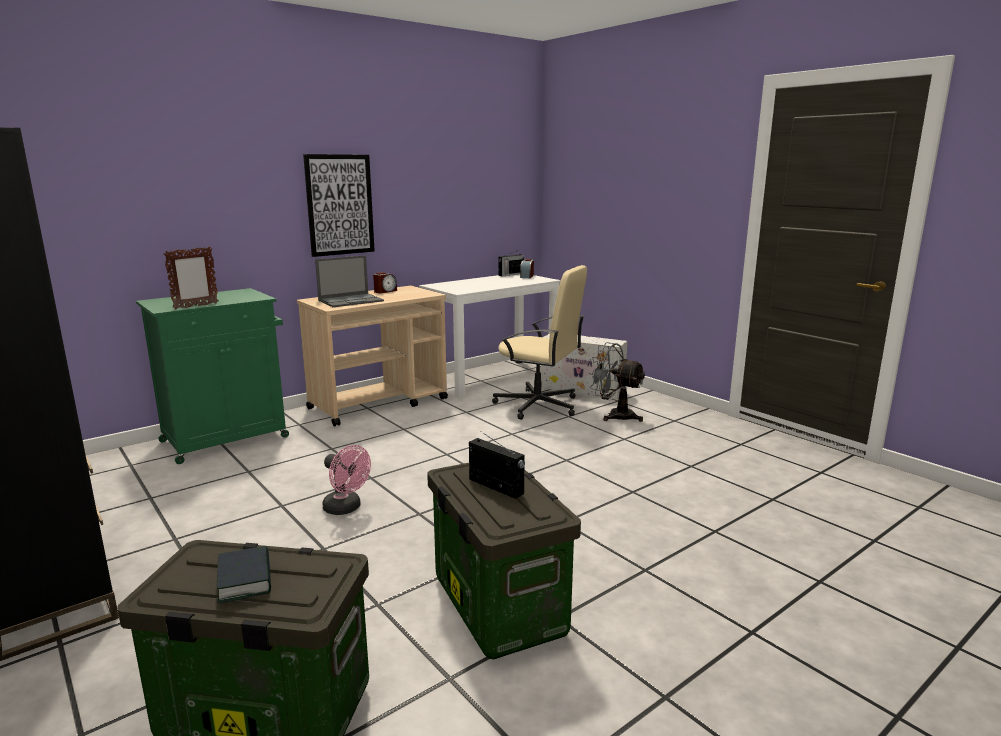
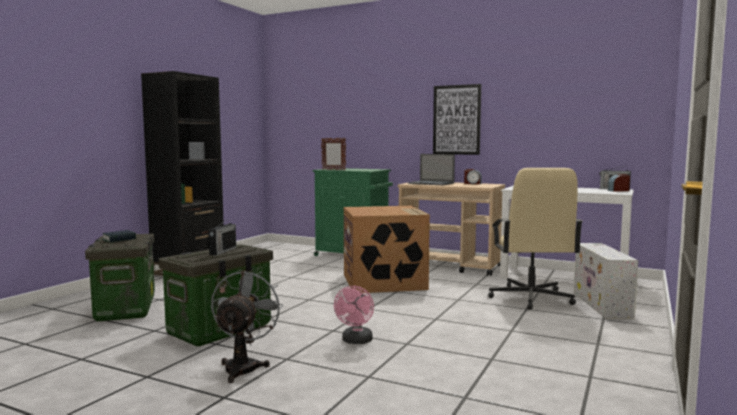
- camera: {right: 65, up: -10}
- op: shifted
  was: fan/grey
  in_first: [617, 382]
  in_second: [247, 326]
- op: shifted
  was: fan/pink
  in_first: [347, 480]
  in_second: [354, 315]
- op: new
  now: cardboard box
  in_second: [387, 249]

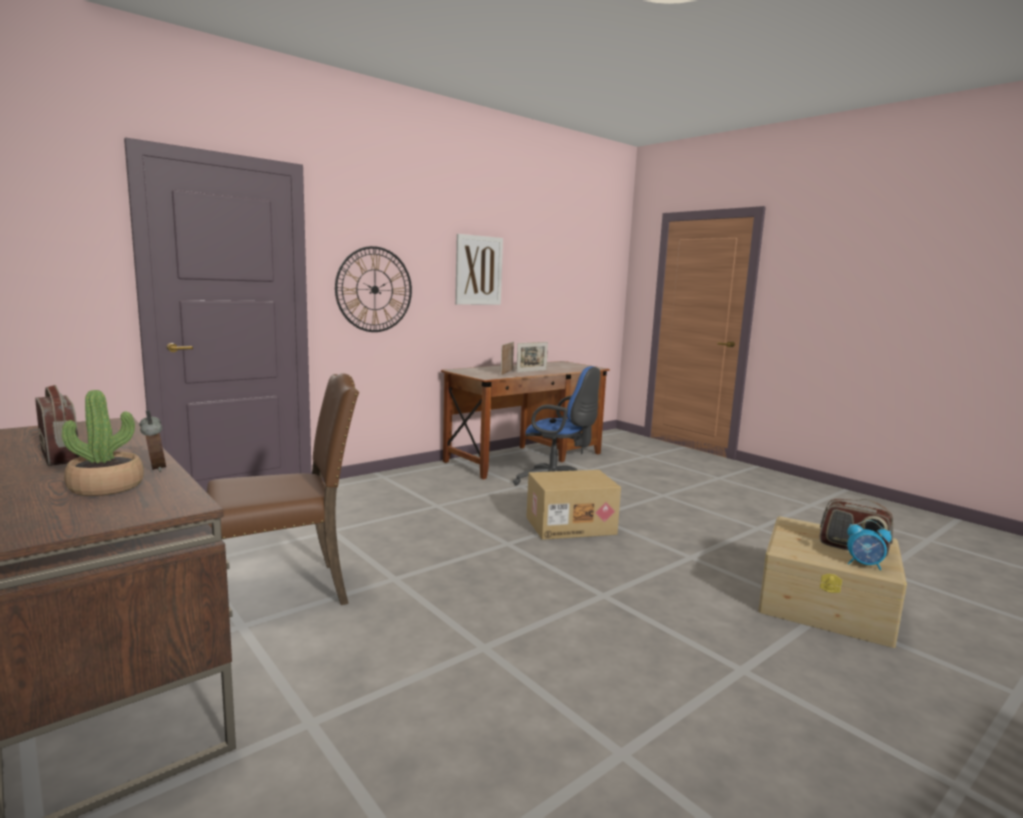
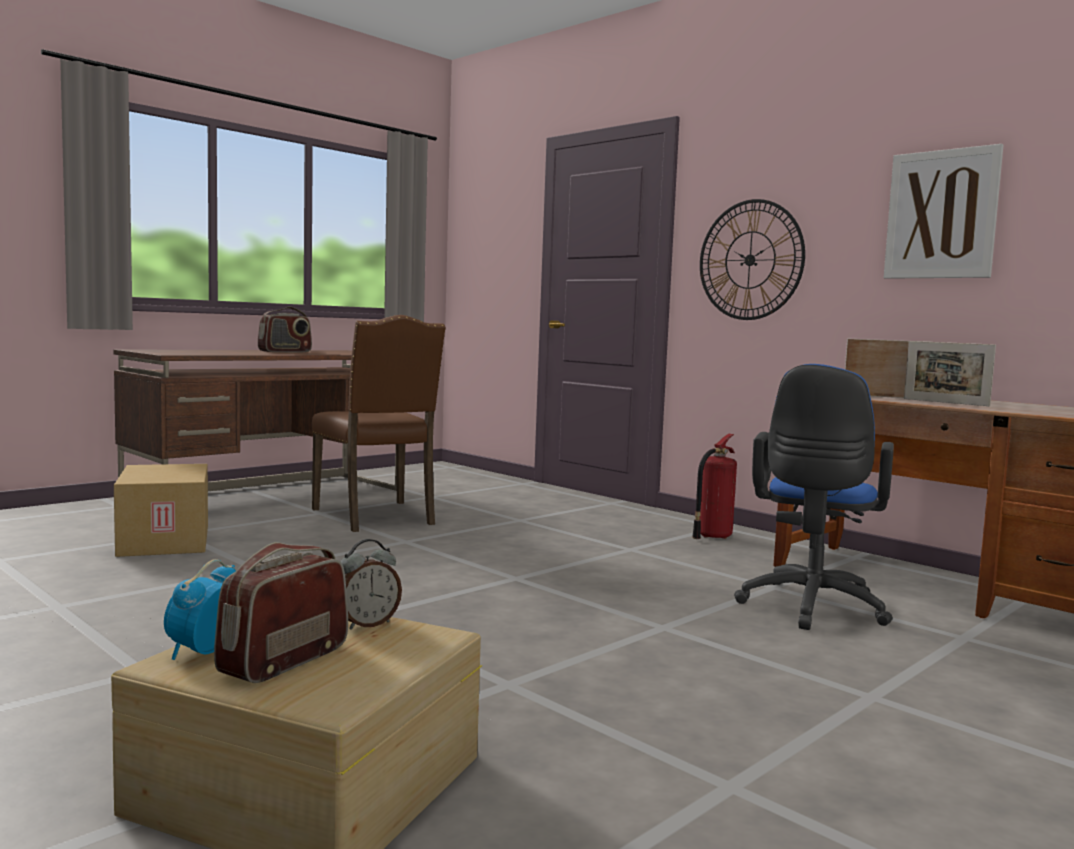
- camera: {right: 85, up: -5}
- op: shifted
  was: cardboard box
  in_first: [573, 505]
  in_second: [161, 510]
- op: shifted
  was: alarm clock
  in_first: [153, 441]
  in_second: [371, 584]
- op: new
  now: fire extinguisher
  in_second: [714, 486]
- op: gone
  was: potted plant
  in_first: [103, 443]

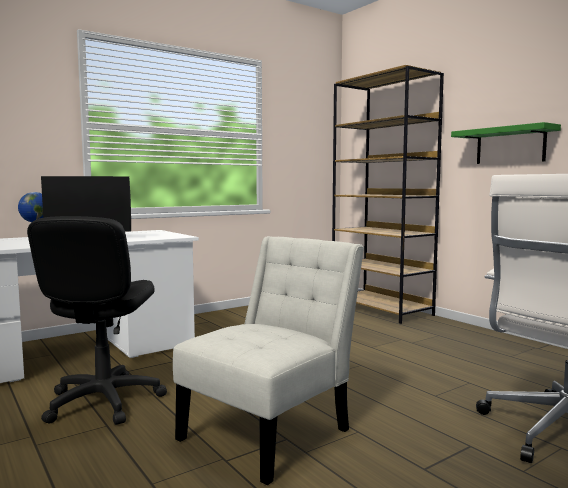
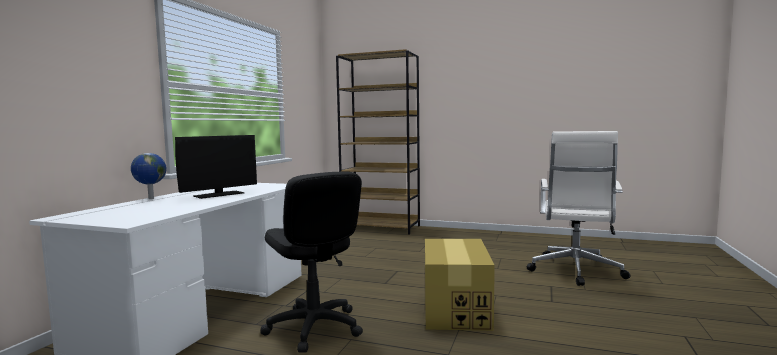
- camera: {right: -35, up: 0}
- op: swapped
  was: chair/white
  now: cardboard box
  in_first: [268, 360]
  in_second: [460, 285]
- op: gone
  was: shelf/green
  in_first: [506, 143]

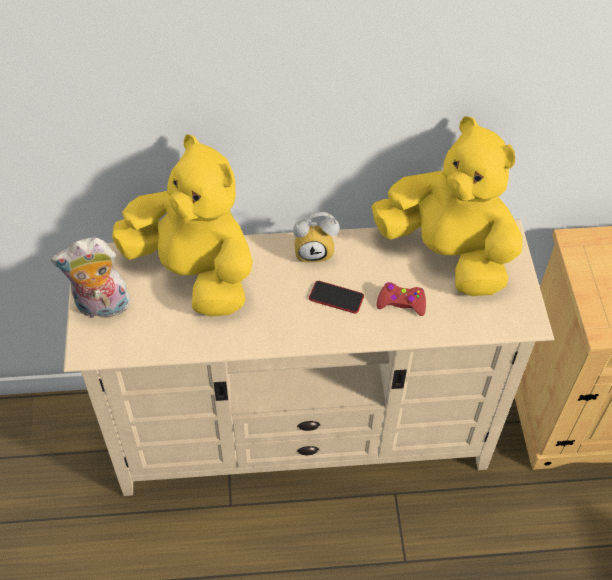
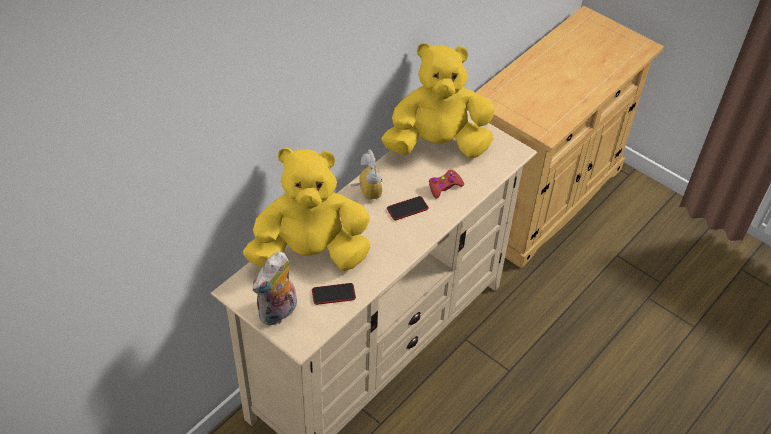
- camera: {right: -45, up: -5}
- op: new
  now: phone
  in_second: [334, 294]
- op: rotated
  was: alarm clock
  in_first: [316, 237]
  in_second: [366, 174]
  clockwise: -60

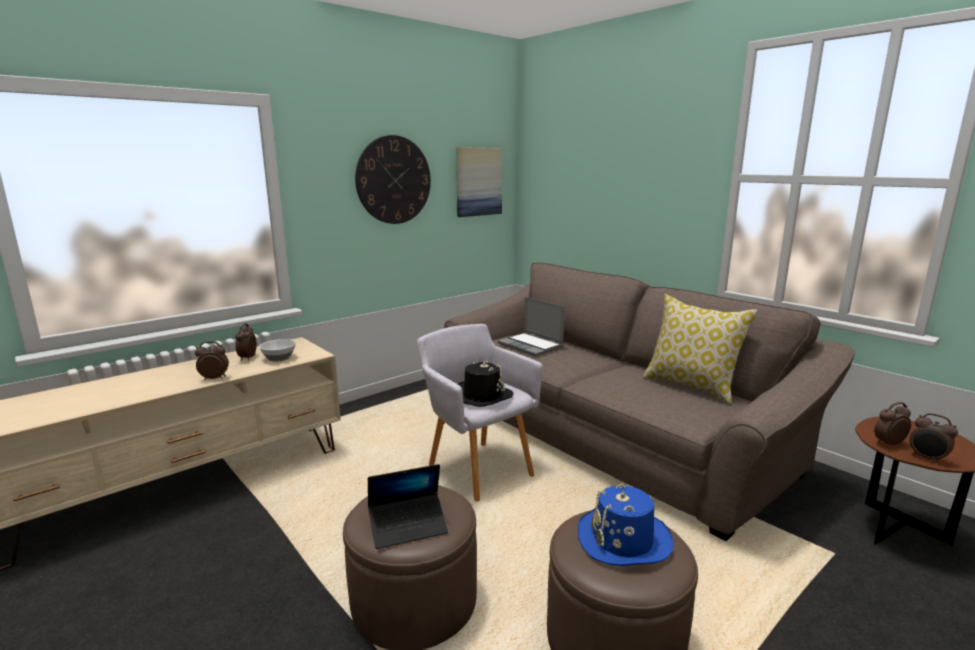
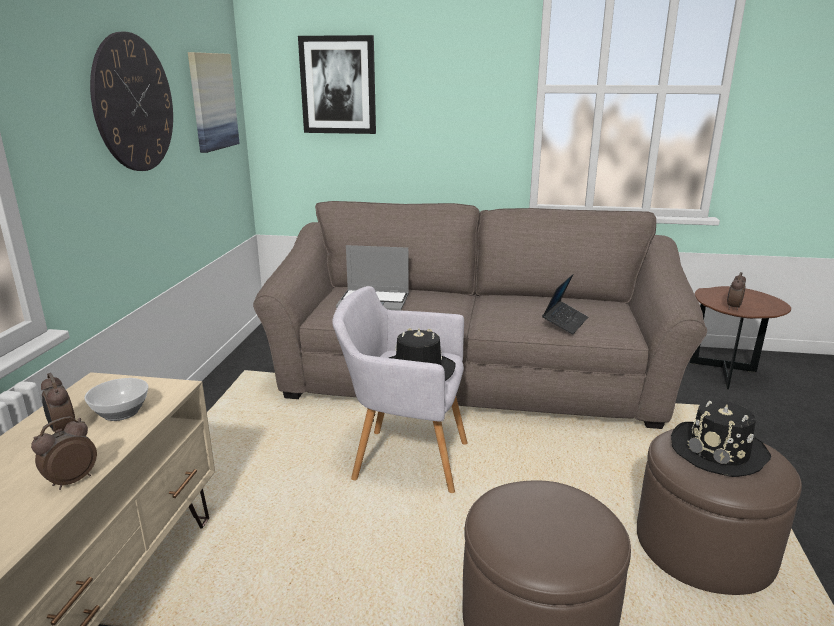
- camera: {right: -40, up: 5}
- op: new
  now: picture
  in_second: [337, 84]
- op: shifted
  was: laptop
  in_first: [408, 506]
  in_second: [565, 304]
- op: repainted
  was: hat/blue
  now: hat/black
  in_first: [626, 525]
  in_second: [721, 438]
- op: gone
  was: pillow
  in_first: [700, 349]
- op: gone
  was: alarm clock
  in_first: [933, 438]

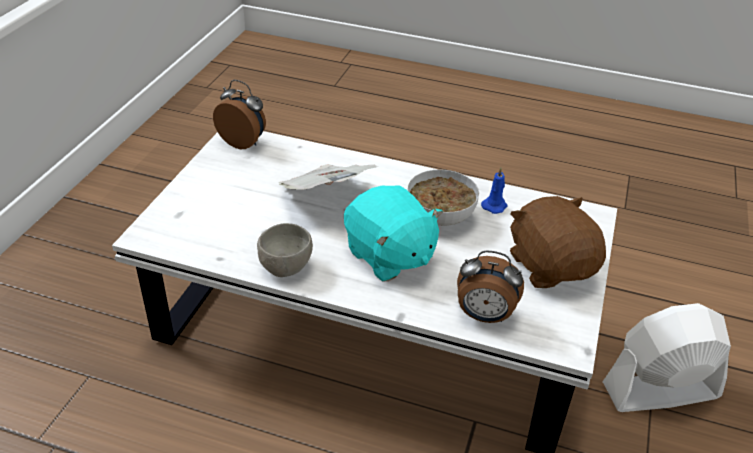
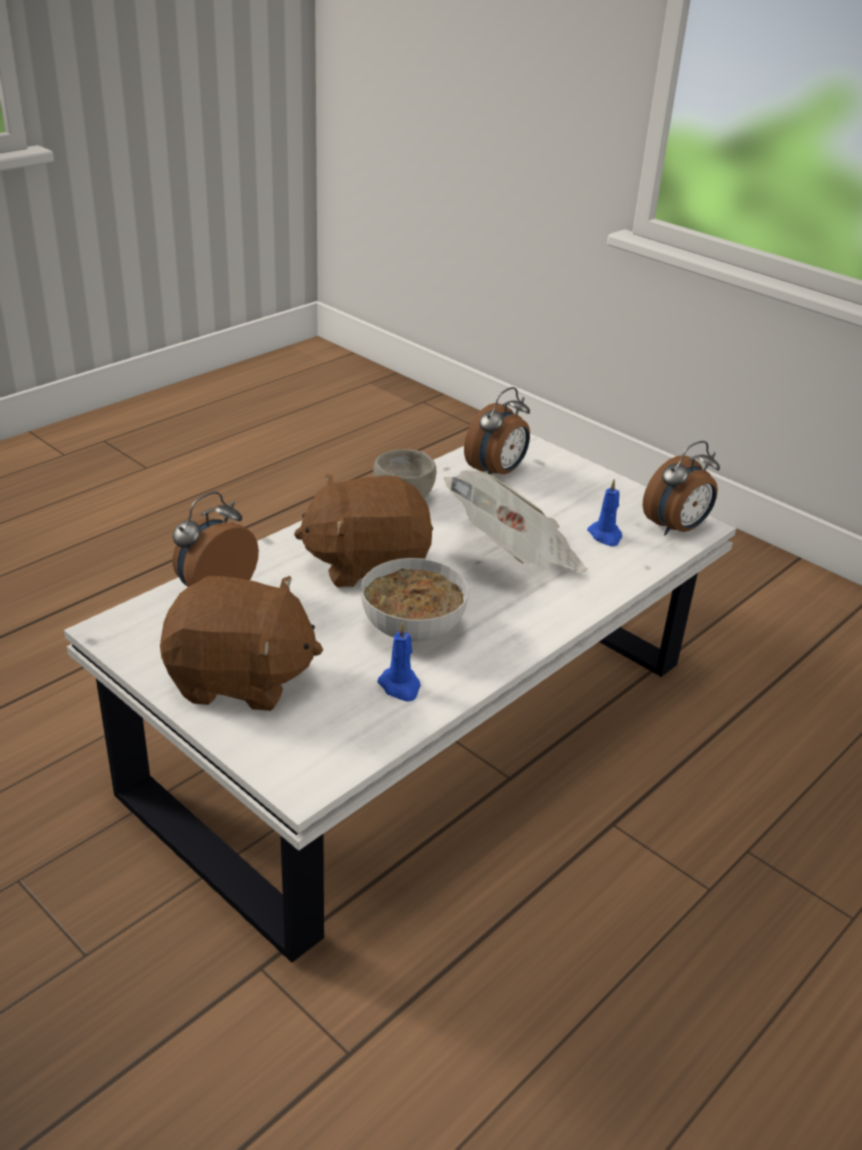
- camera: {right: 115, up: -5}
- op: repainted
  was: plush toy/turquoise
  now: plush toy/brown
  in_first: [393, 233]
  in_second: [363, 531]
- op: new
  now: alarm clock
  in_second: [497, 430]
- op: new
  now: candle/blue
  in_second: [604, 512]
- op: gone
  was: fan/white
  in_first: [666, 357]

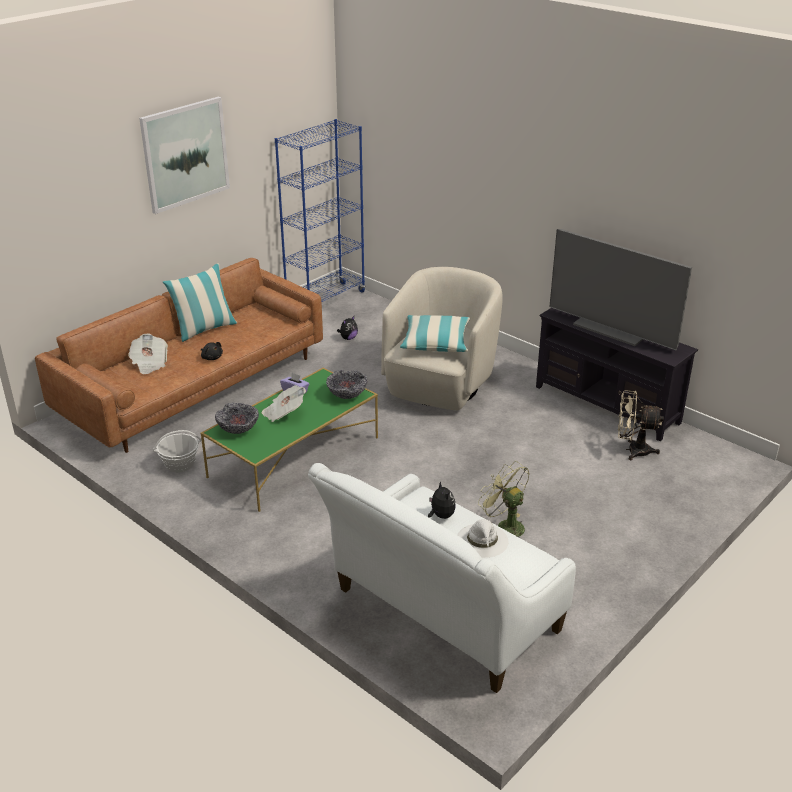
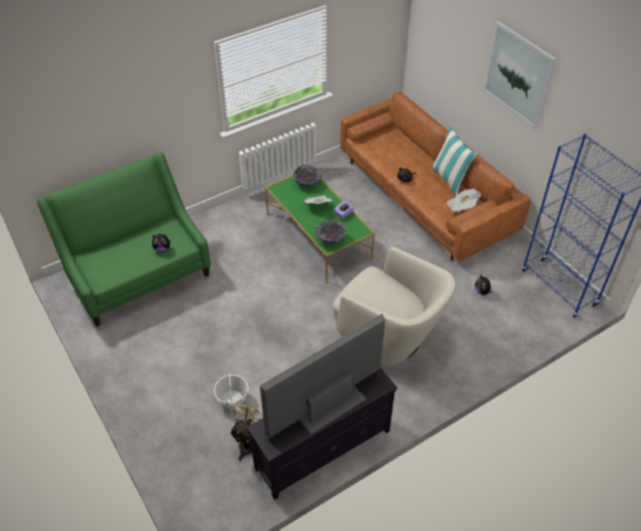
- camera: {right: 105, up: 15}
- op: repainted
  was: sofa/white
  now: sofa/green
  in_first: [442, 578]
  in_second: [124, 240]
- op: shifted
  was: basket
  in_first: [177, 451]
  in_second: [231, 390]
- op: shifted
  was: newspaper
  in_first: [148, 353]
  in_second: [464, 200]
- op: gone
  was: pillow
  in_first: [435, 333]
- op: gone
  was: hat/white
  in_first: [483, 538]
- op: gone
  was: fan/green
  in_first: [504, 499]

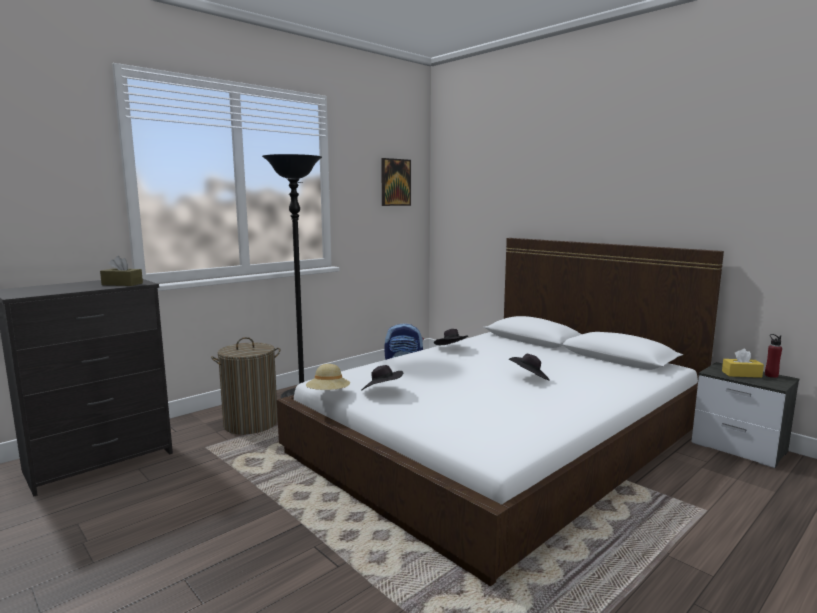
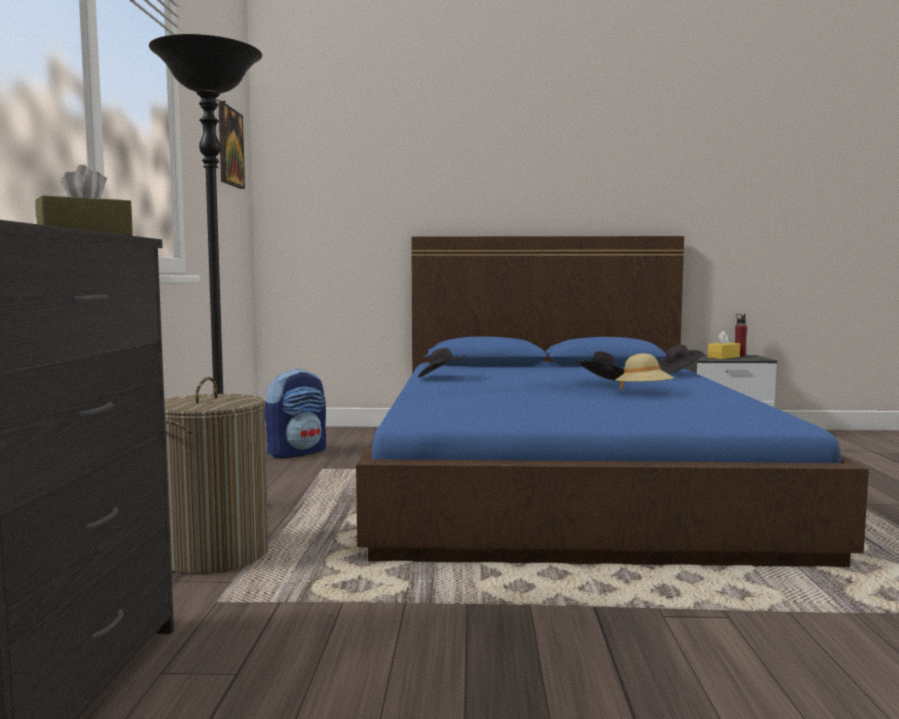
- camera: {right: -45, up: -5}
- op: repainted
  was: bed/white
  now: bed/blue
  in_first: [500, 412]
  in_second: [612, 401]
- op: shifted
  was: hat/beige
  in_first: [328, 377]
  in_second: [644, 371]
- op: shifted
  was: hat/black
  in_first: [382, 378]
  in_second: [681, 359]

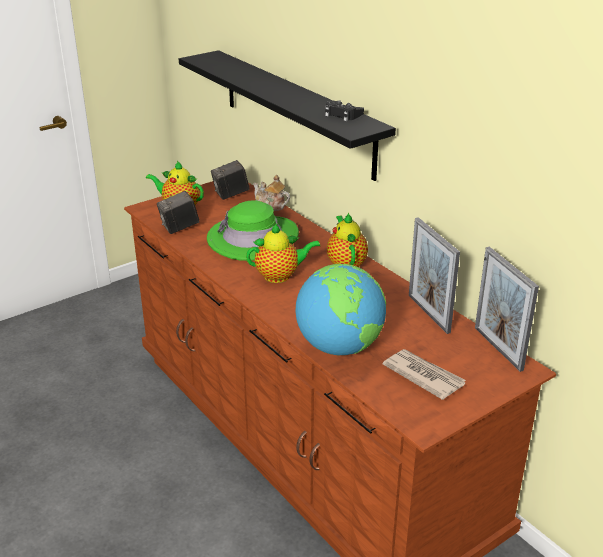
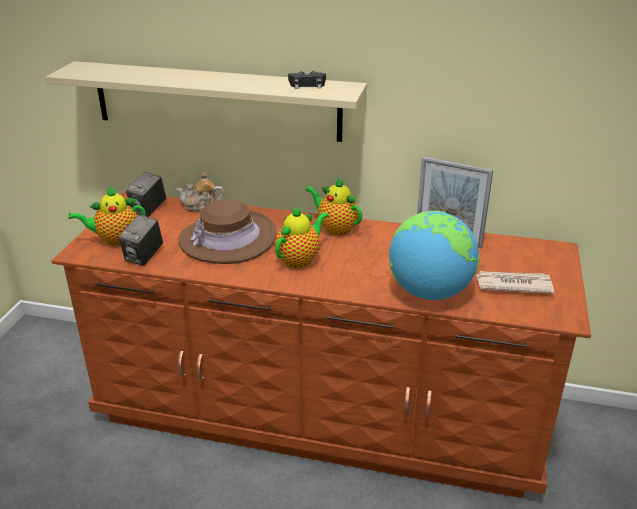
- camera: {right: -40, up: 0}
- op: repainted
  was: shelf/black
  now: shelf/beige
  in_first: [287, 115]
  in_second: [206, 101]
- op: repainted
  was: hat/green
  now: hat/brown
  in_first: [253, 230]
  in_second: [227, 231]
- op: gone
  was: picture frame
  in_first: [507, 309]

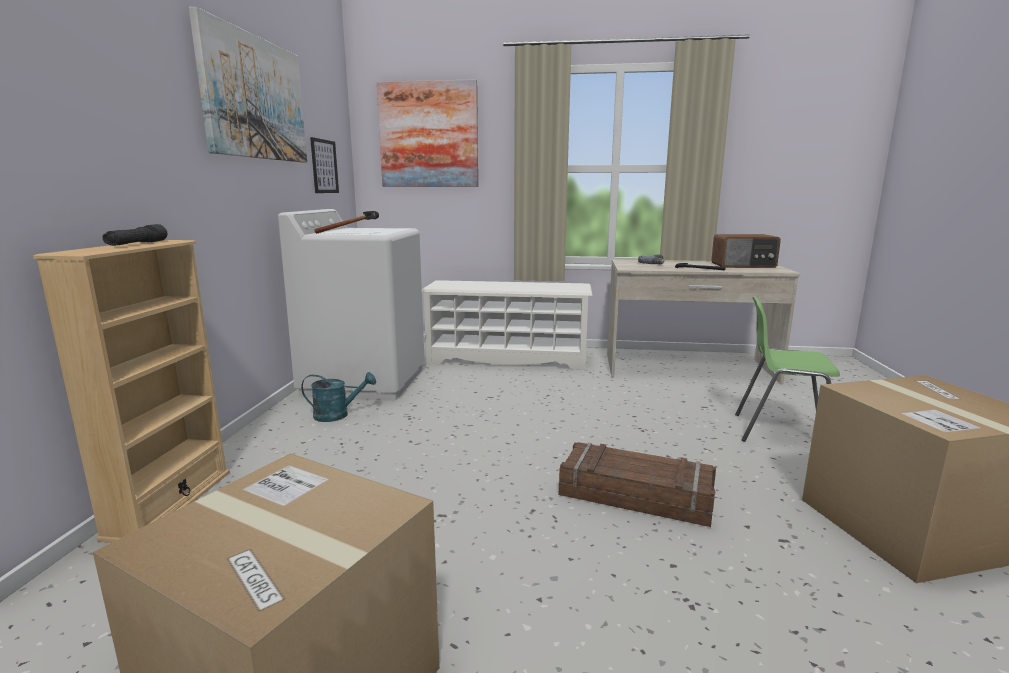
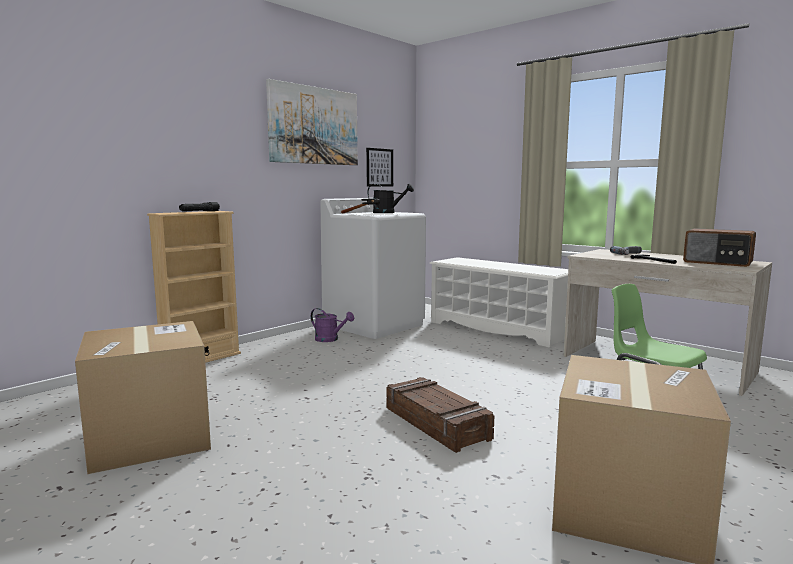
- camera: {right: 35, up: -5}
- op: repainted
  was: watering can/turquoise
  now: watering can/purple
  in_first: [338, 397]
  in_second: [332, 325]
- op: new
  now: watering can/black
  in_second: [390, 198]
- op: gone
  was: picture
  in_first: [427, 133]

